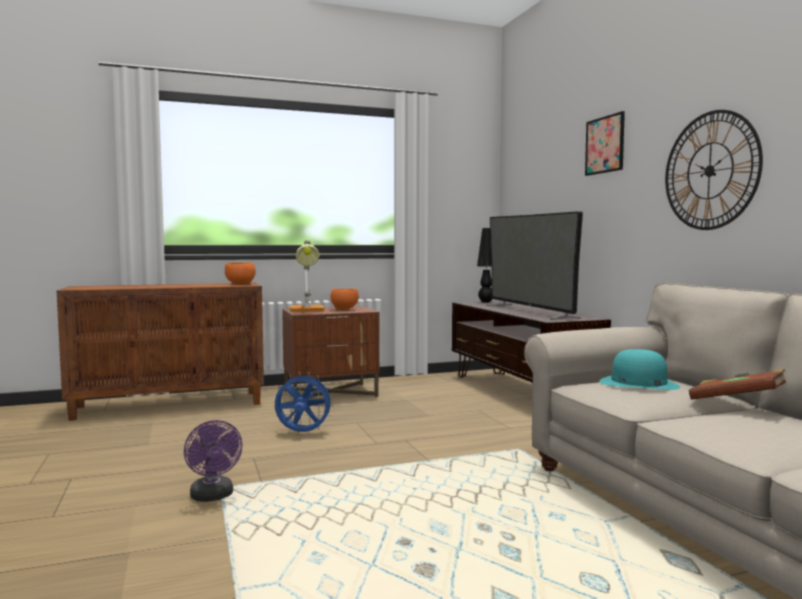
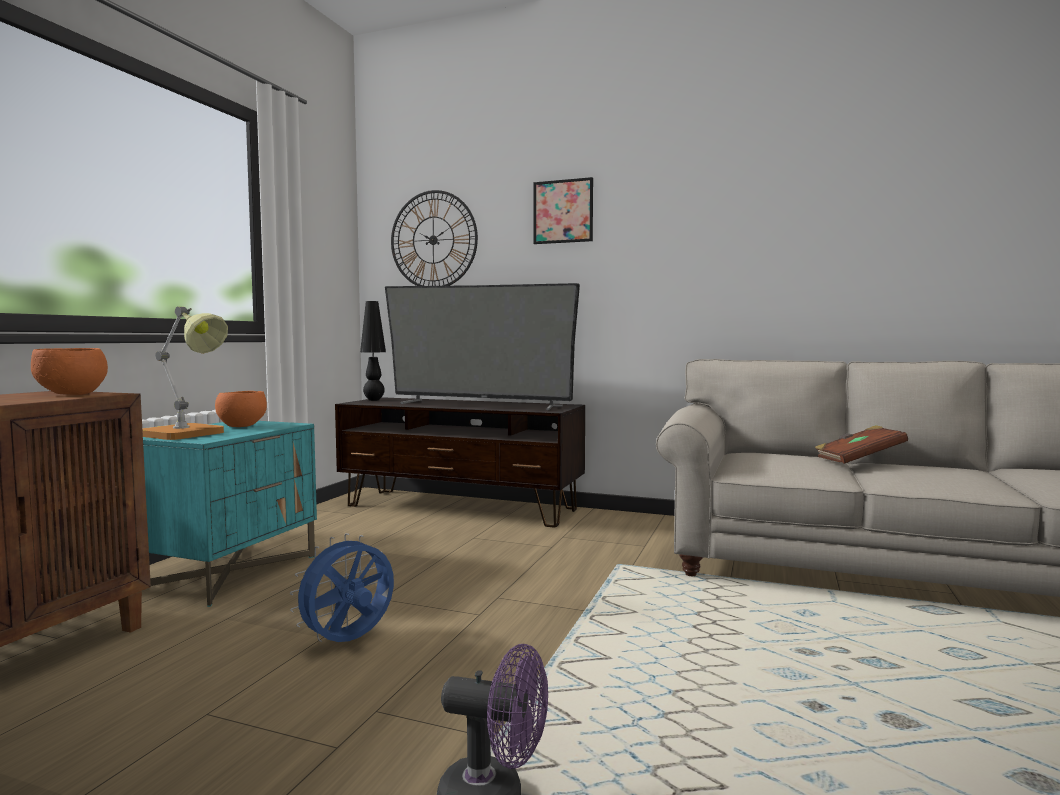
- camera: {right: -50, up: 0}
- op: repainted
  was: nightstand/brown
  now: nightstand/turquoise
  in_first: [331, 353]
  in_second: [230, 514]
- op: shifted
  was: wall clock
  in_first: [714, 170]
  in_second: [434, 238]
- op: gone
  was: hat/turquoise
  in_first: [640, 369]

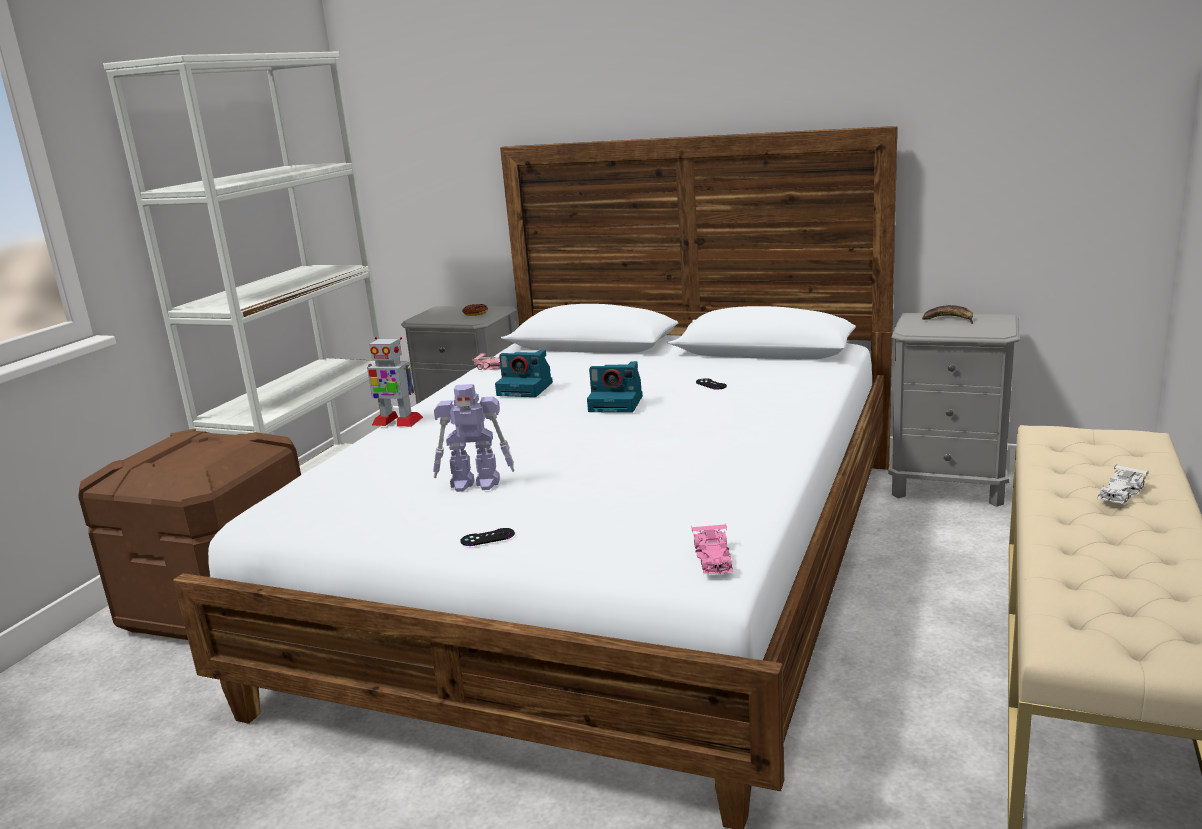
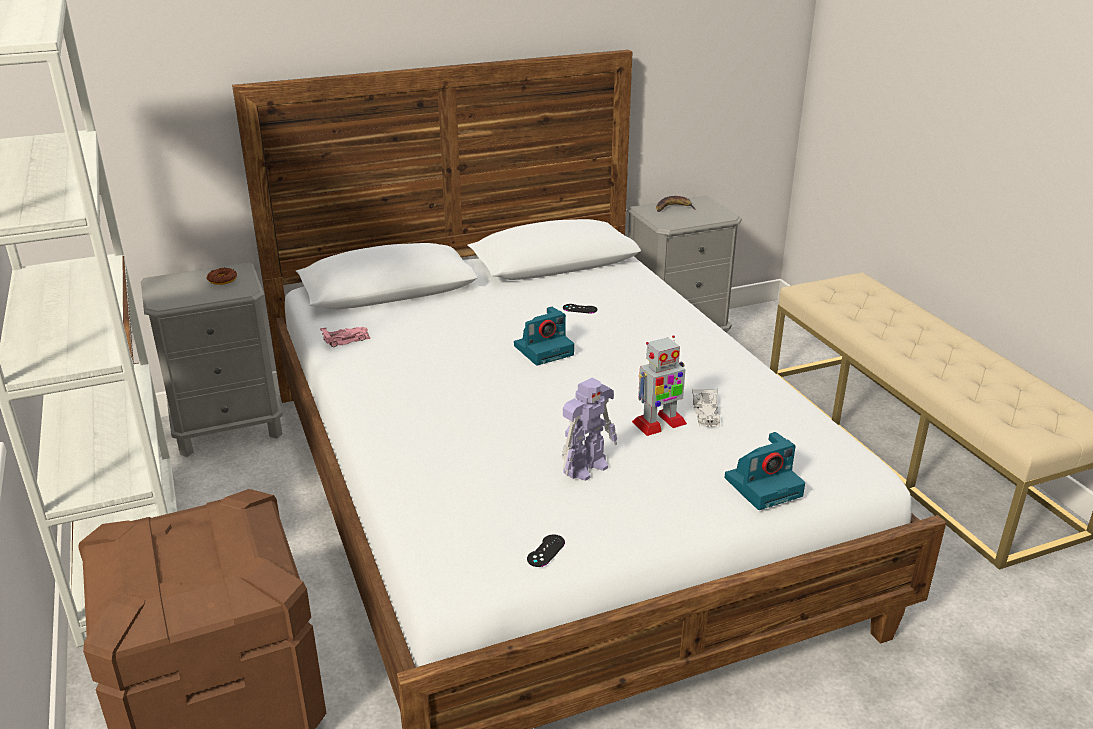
- camera: {right: -45, up: 10}
- op: shifted
  was: game controller/black
  in_first: [487, 537]
  in_second: [546, 551]
- op: shifted
  was: toy robot
  in_first: [395, 382]
  in_second: [659, 385]
- op: shifted
  was: toy car/white
  in_first: [1123, 484]
  in_second: [706, 407]
- op: shifted
  was: photo camera
  in_first: [524, 373]
  in_second: [765, 471]
- op: gone
  was: toy car/pink
  in_first: [712, 548]

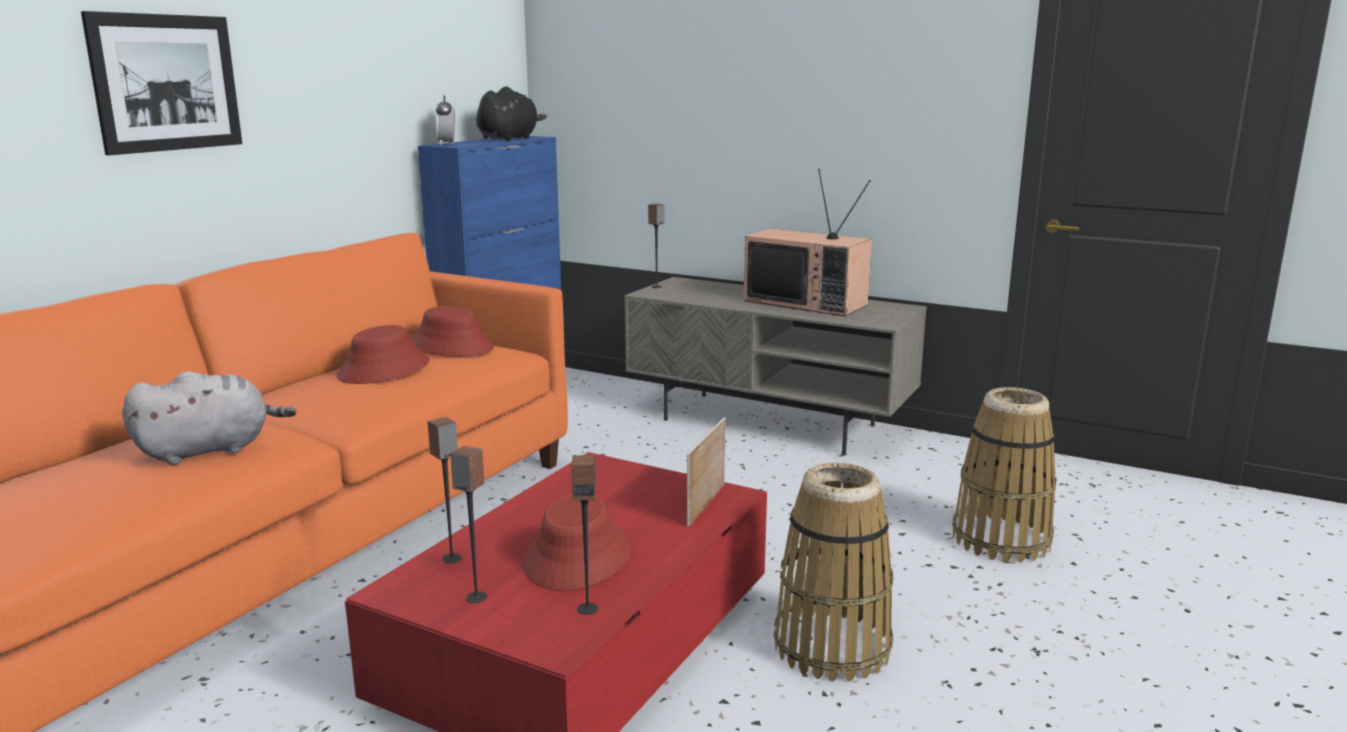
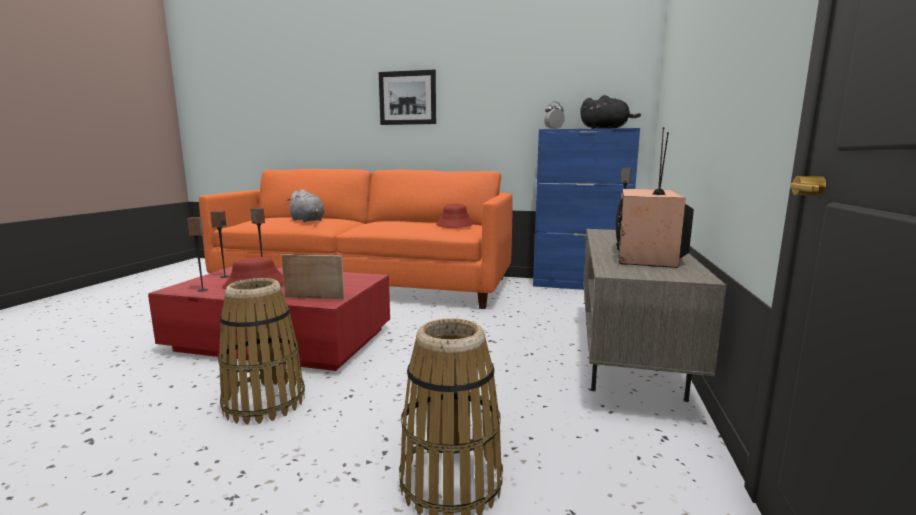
- camera: {right: 75, up: -5}
- op: gone
  was: hat/red
  in_first: [383, 354]

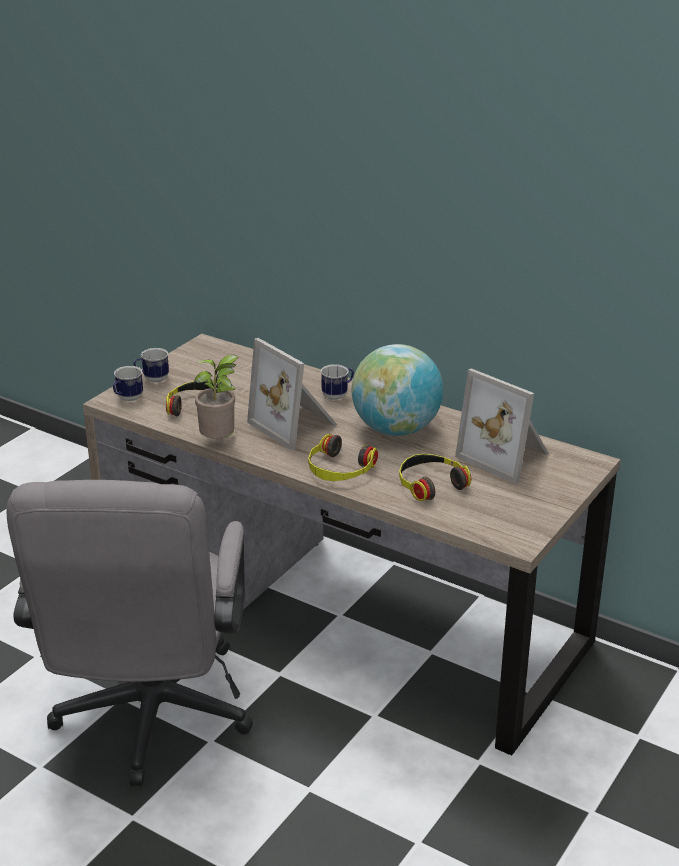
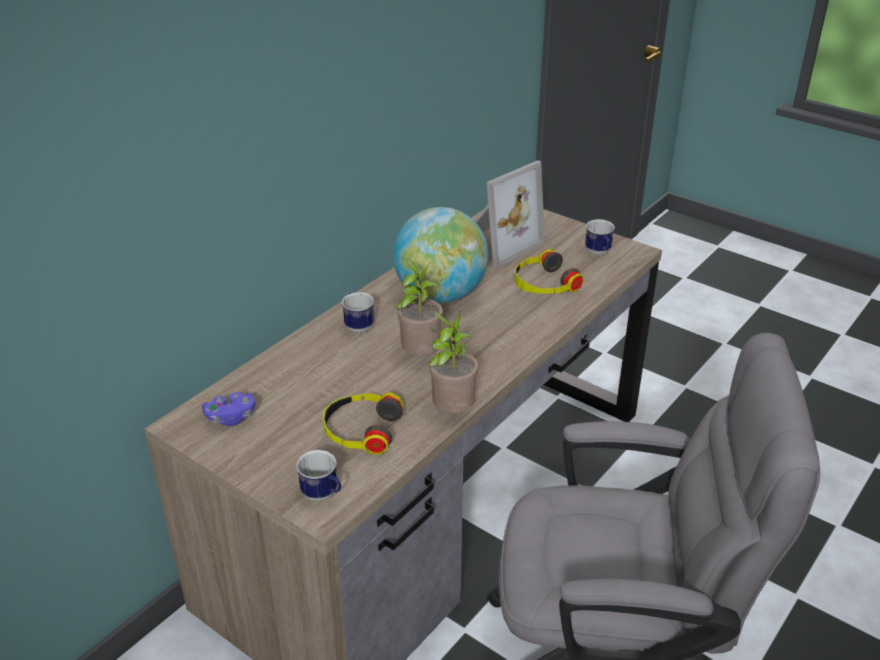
- camera: {right: -85, up: 5}
- op: new
  now: game controller/purple
  in_second: [228, 409]
- op: swapped
  was: picture frame
  now: potted plant
  in_first: [292, 394]
  in_second: [419, 307]
- op: shifted
  was: mug
  in_first: [151, 365]
  in_second: [600, 237]
- op: gone
  was: headphones
  in_first: [343, 457]

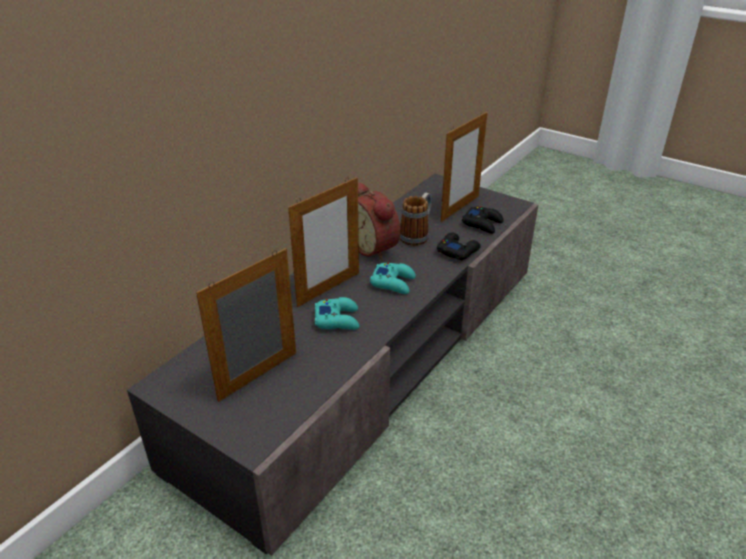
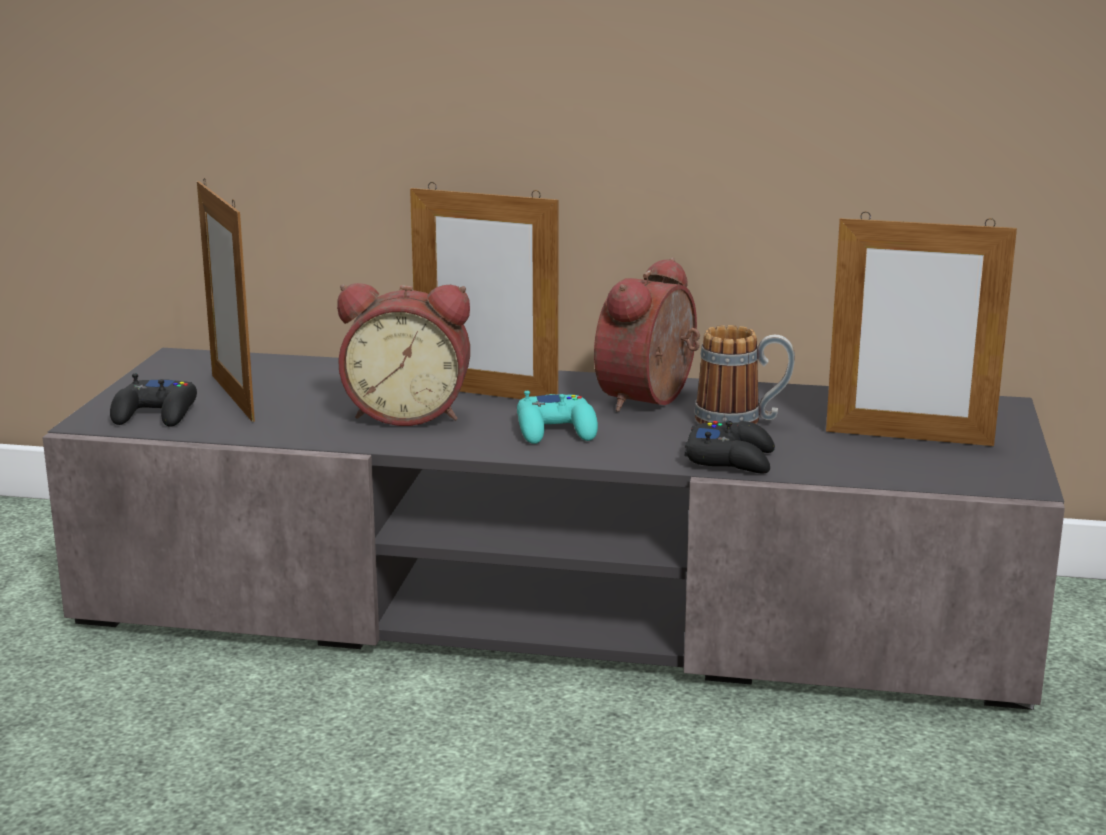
- camera: {right: 65, up: -15}
- op: shifted
  was: game controller/black
  in_first: [482, 220]
  in_second: [153, 400]
- op: rotated
  was: picture frame
  in_first: [246, 325]
  in_second: [226, 300]
  clockwise: -135
- op: swapped
  was: game controller/turquoise
  now: alarm clock
  in_first: [337, 313]
  in_second: [403, 354]

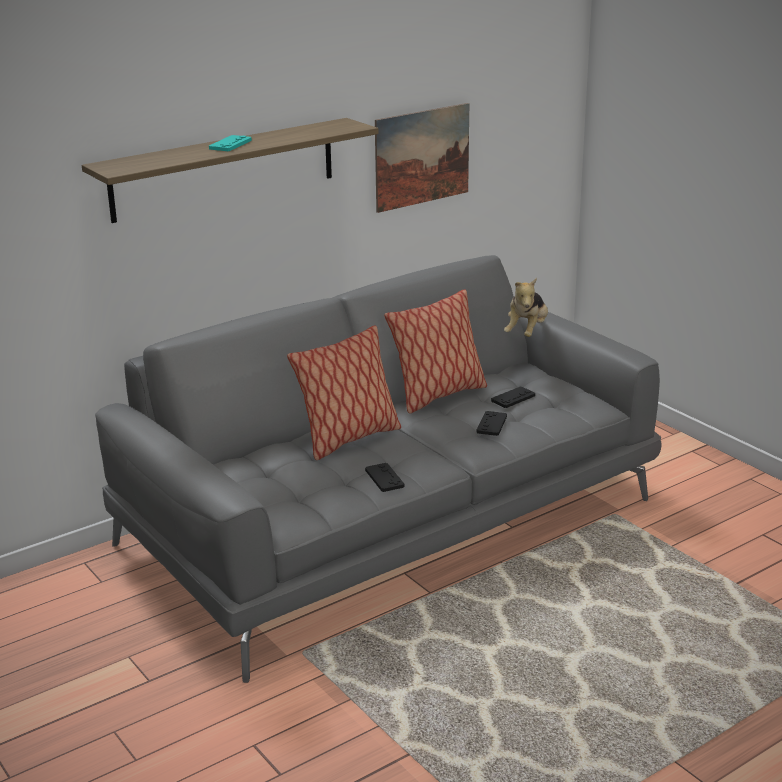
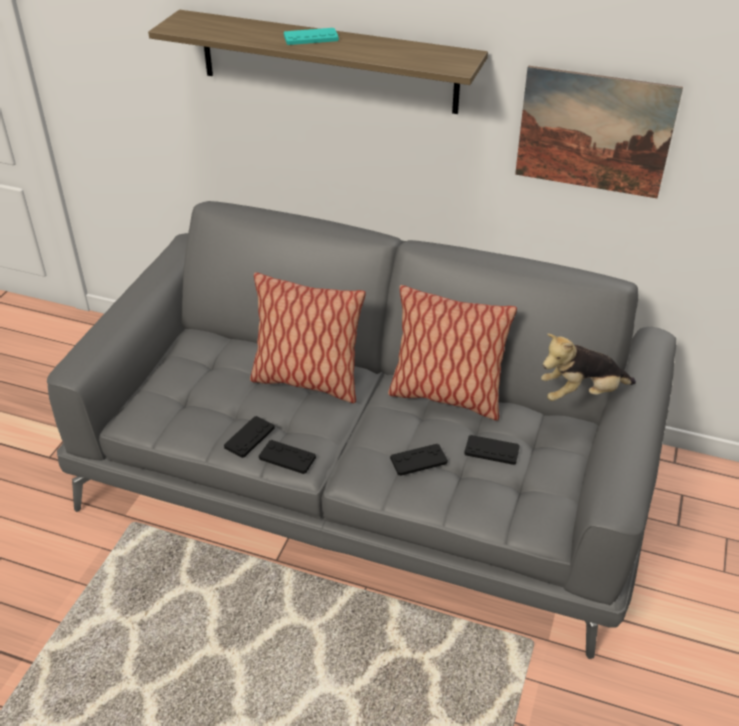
- camera: {right: 55, up: 15}
- op: new
  now: game controller/black
  in_second: [287, 457]

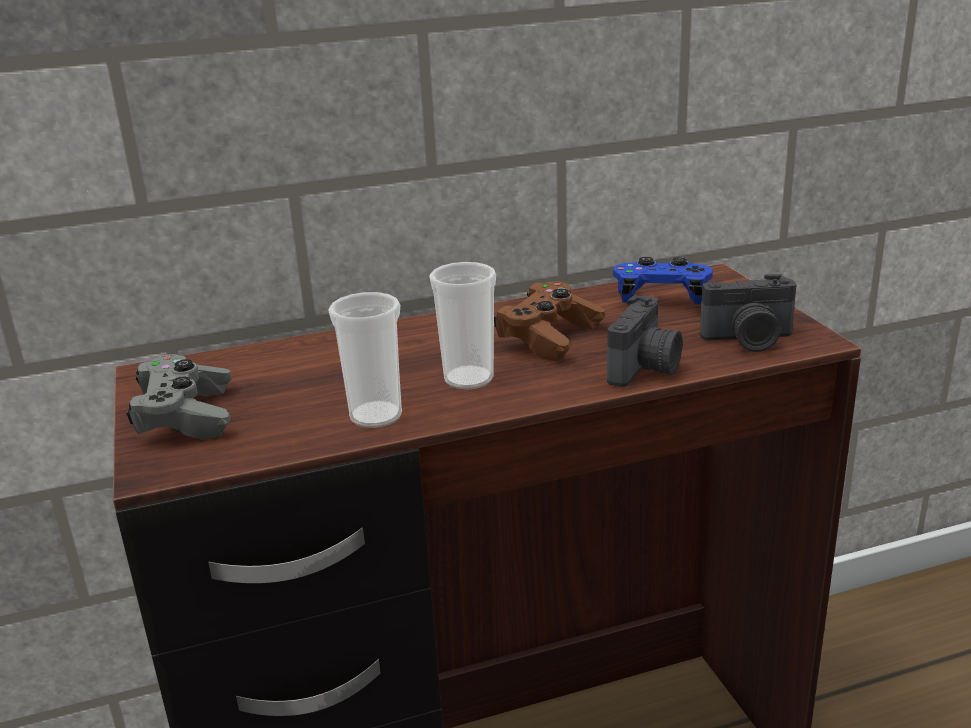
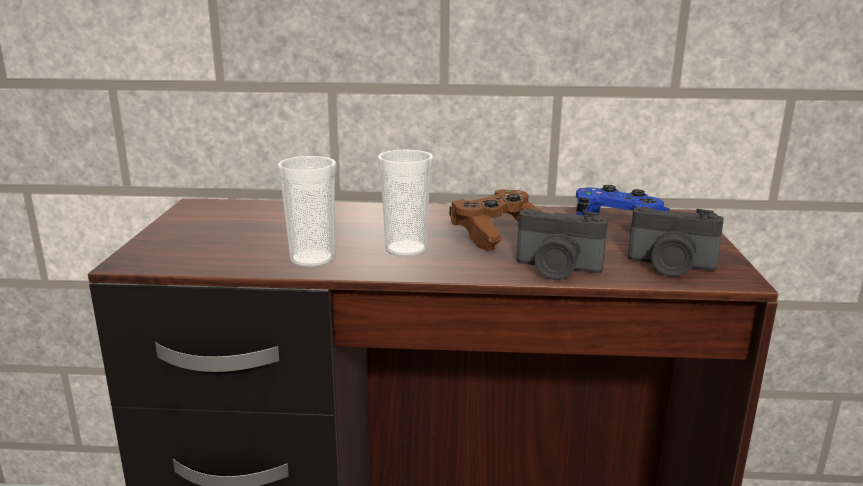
- camera: {right: 20, up: -5}
- op: rotated
  was: photo camera
  in_first: [645, 341]
  in_second: [562, 244]
  clockwise: 60
- op: gone
  was: game controller/grey
  in_first: [178, 397]

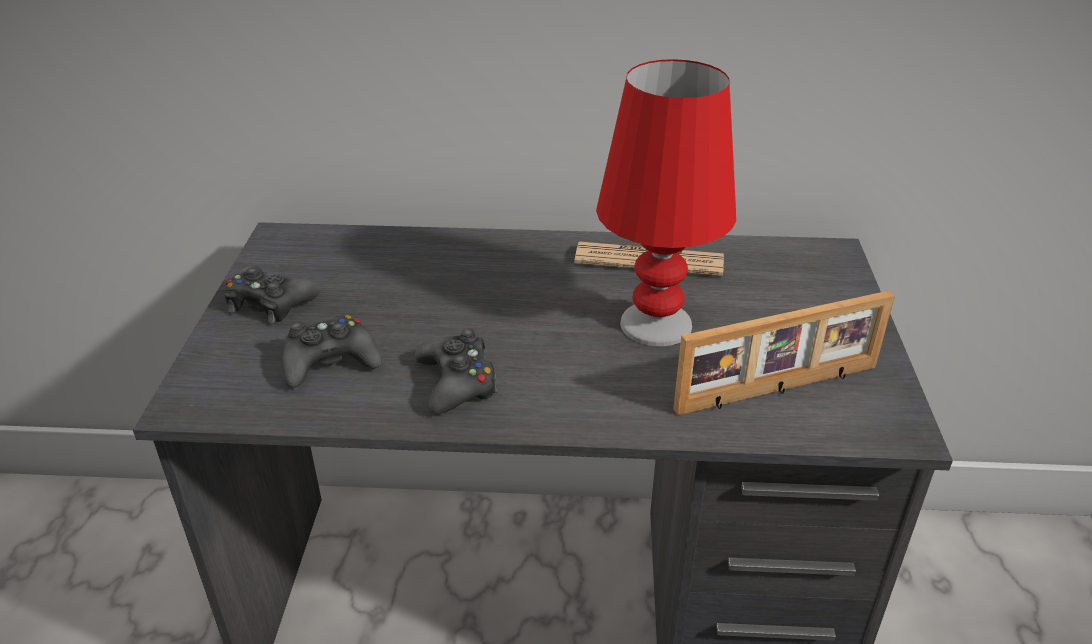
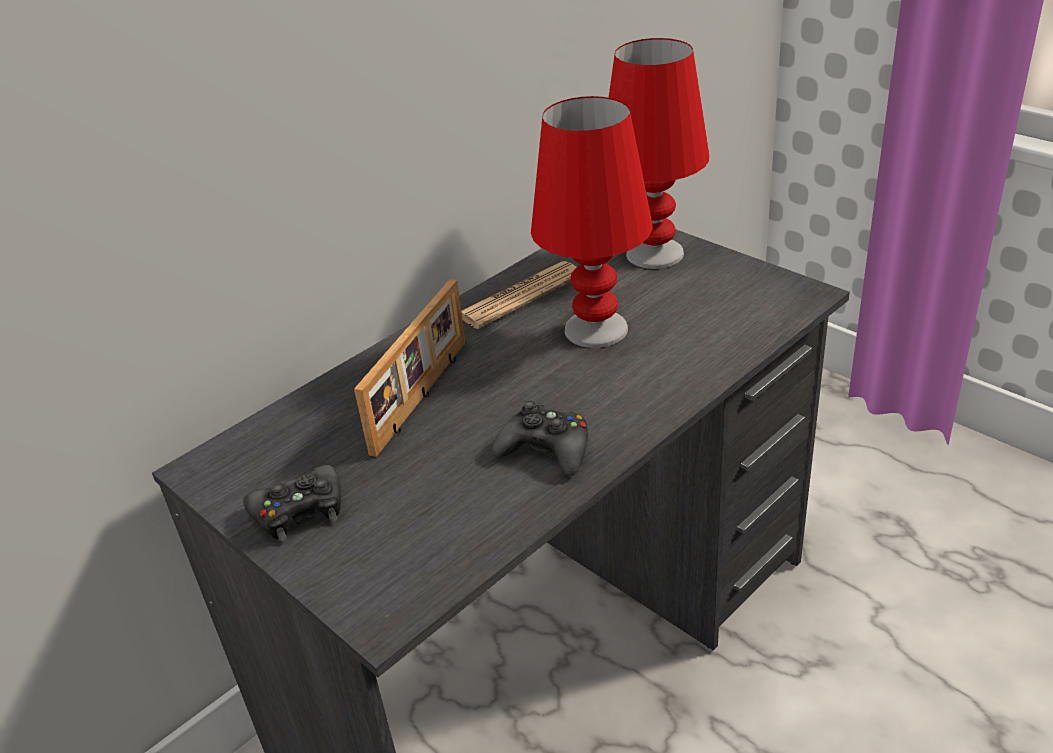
- camera: {right: -45, up: 0}
- op: shifted
  was: picture frame
  in_first: [784, 353]
  in_second: [410, 368]
- op: new
  now: table lamp/red
  in_second: [659, 153]
- op: gone
  was: game controller/black
  in_first: [332, 351]

